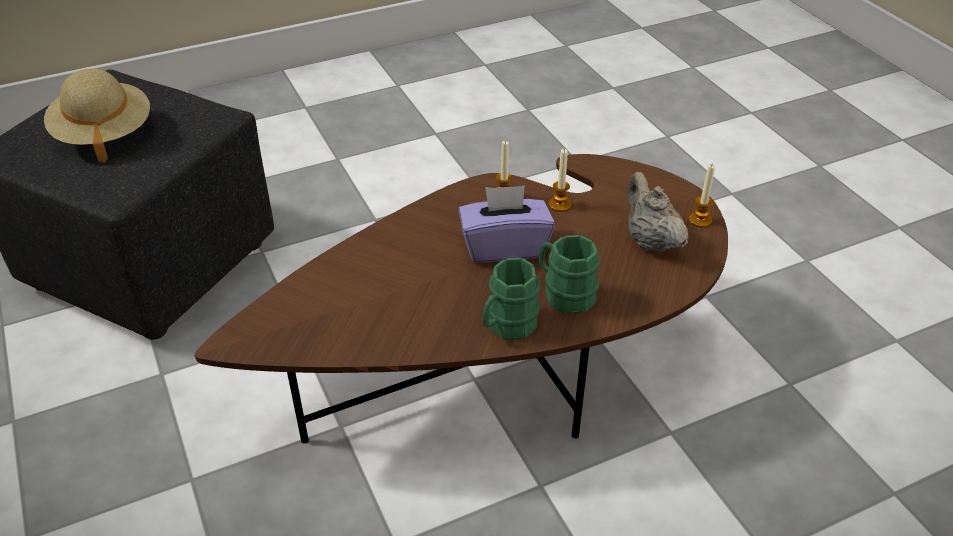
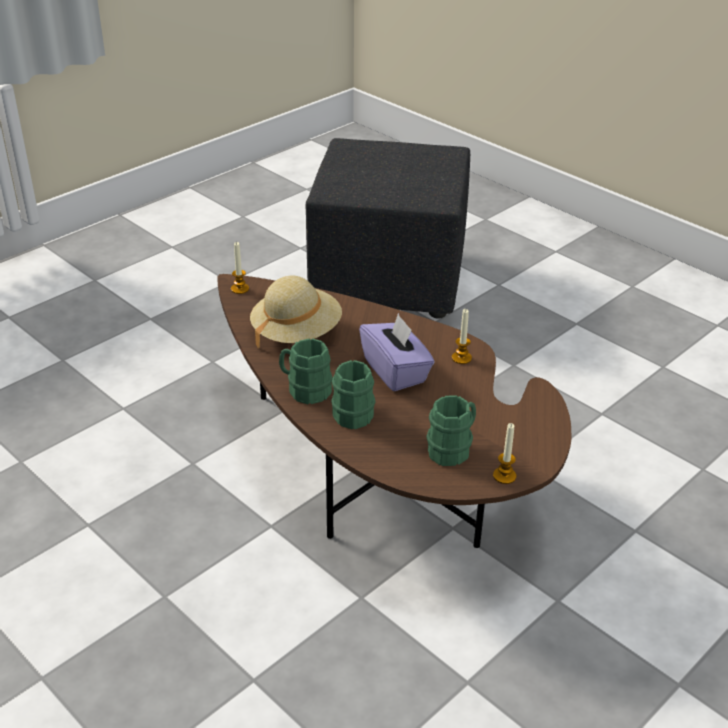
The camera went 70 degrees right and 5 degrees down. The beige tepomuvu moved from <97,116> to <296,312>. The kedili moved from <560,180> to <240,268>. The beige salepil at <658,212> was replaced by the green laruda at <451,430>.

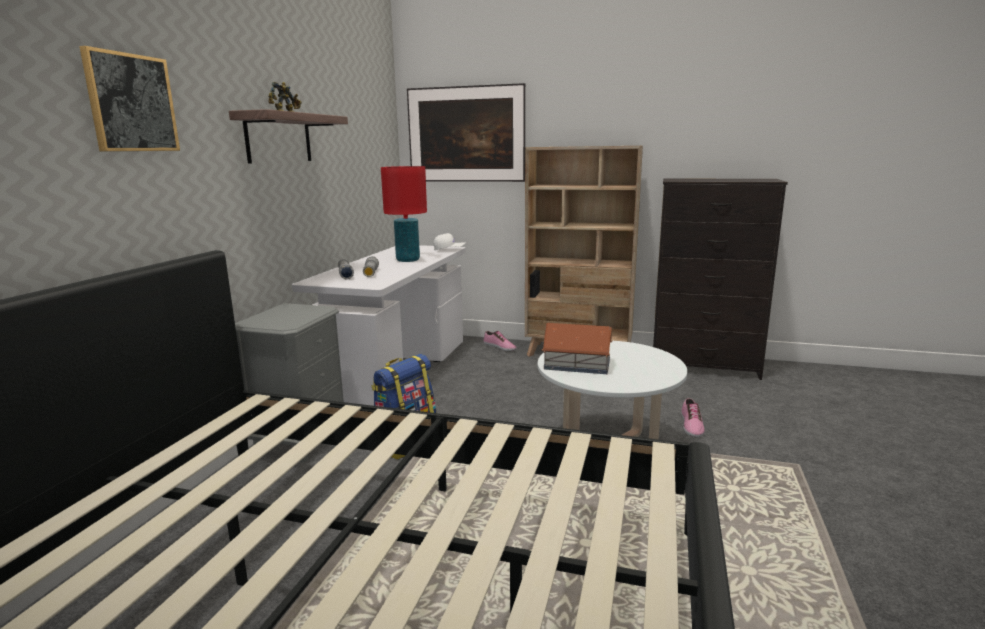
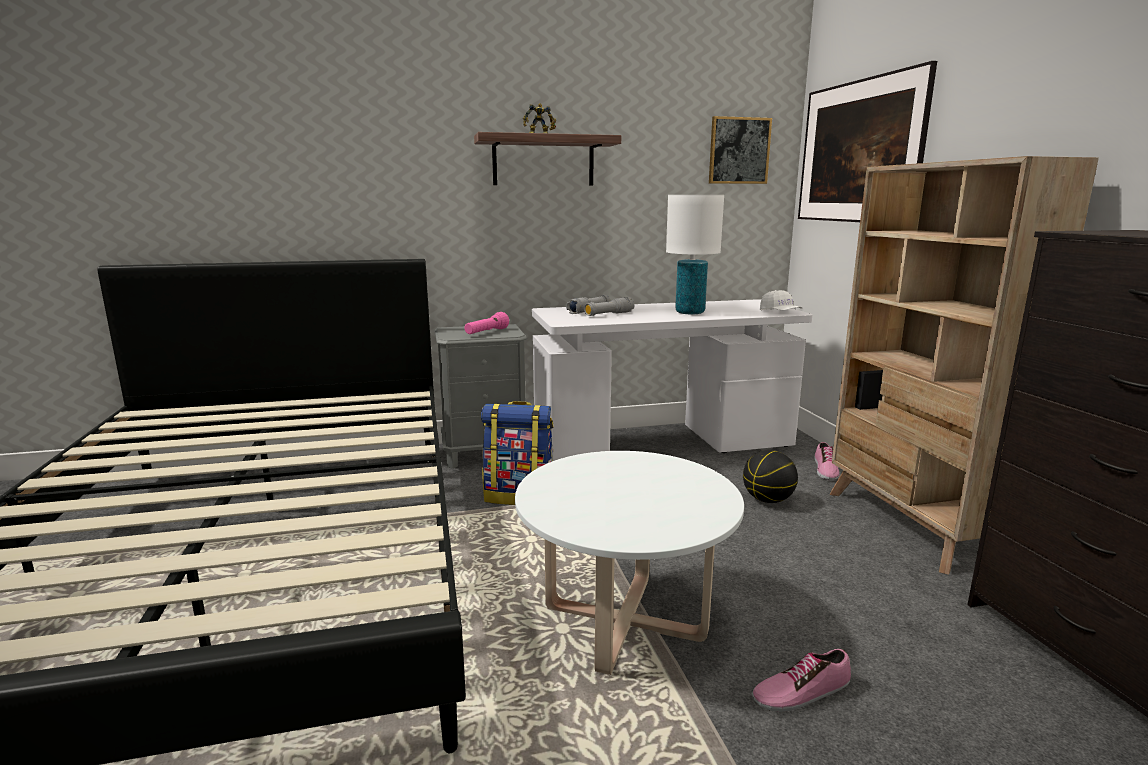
The camera went 60 degrees right and 0 degrees up. The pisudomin at <577,348> disappeared. The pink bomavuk at <486,323> appeared. The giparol at <770,476> appeared. The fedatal moved from <129,98> to <740,150>. The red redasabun at <404,214> became the white redasabun at <695,254>.

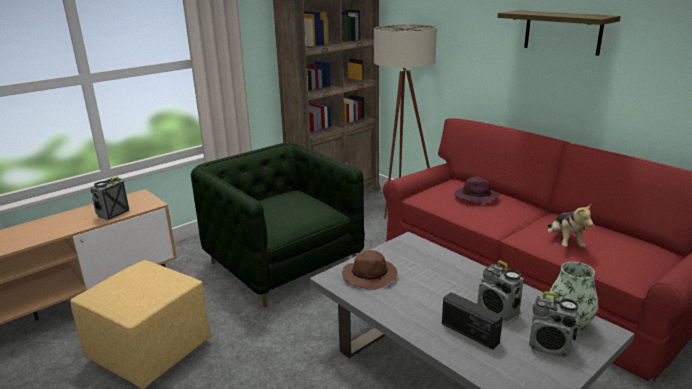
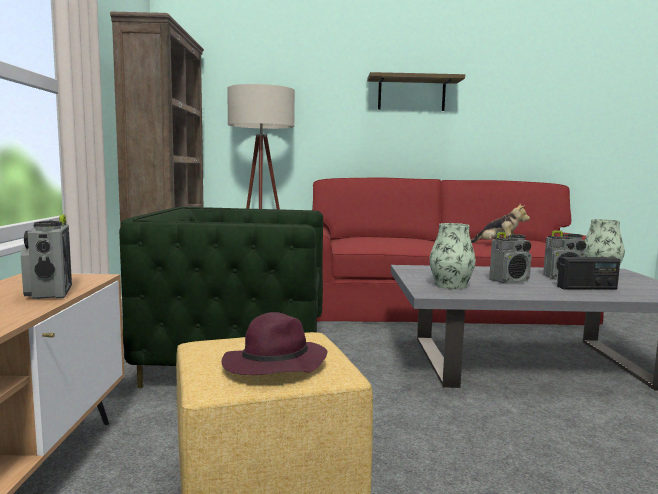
The camera went 50 degrees left and 15 degrees down. The purple tepomuvu moved from <476,190> to <274,343>. The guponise moved from <554,324> to <510,257>. The brown tepomuvu at <370,270> was replaced by the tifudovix at <452,256>.

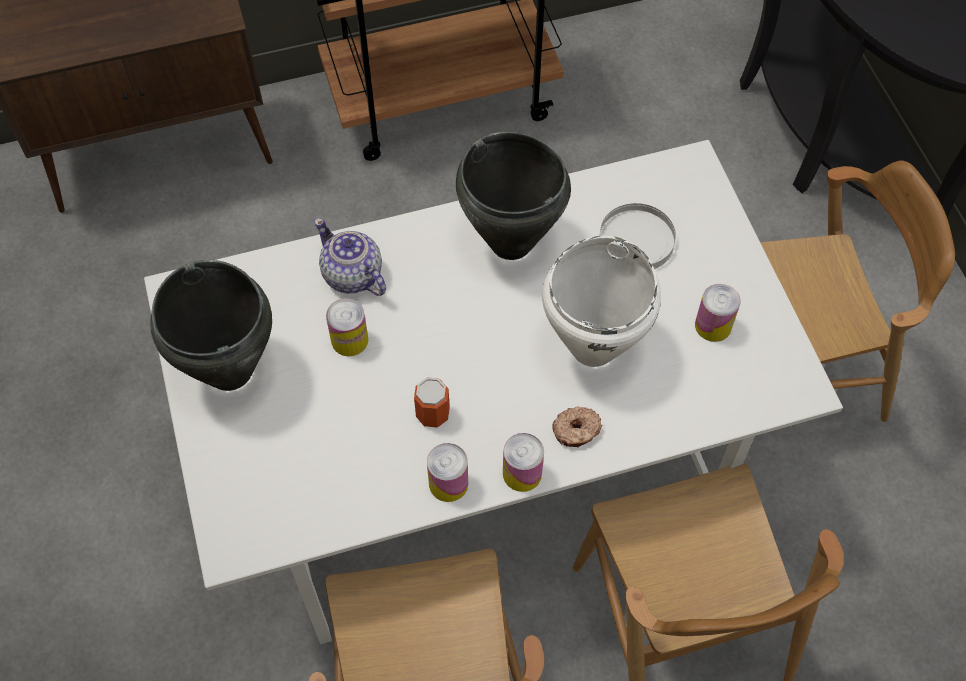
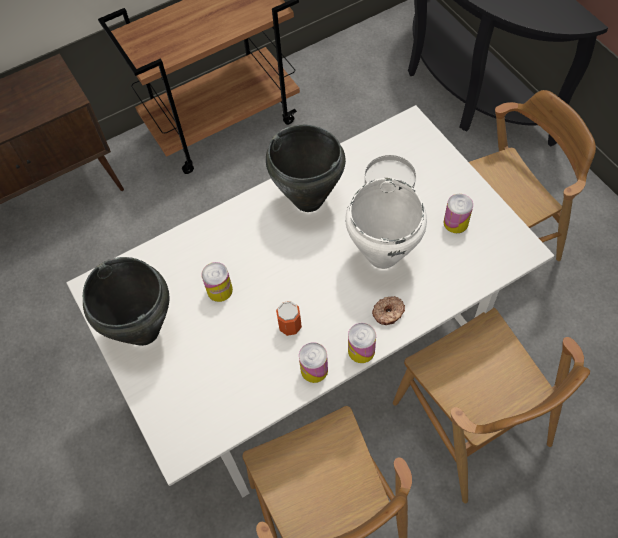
The camera went 10 degrees left and 0 degrees up. The salepil at <350,257> disappeared.

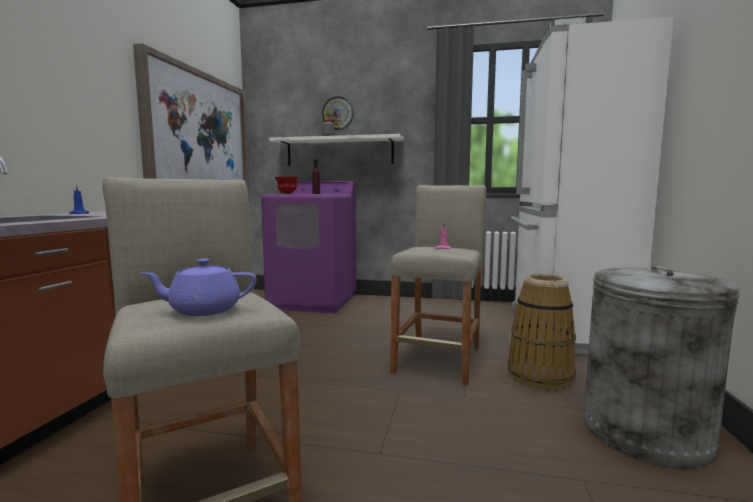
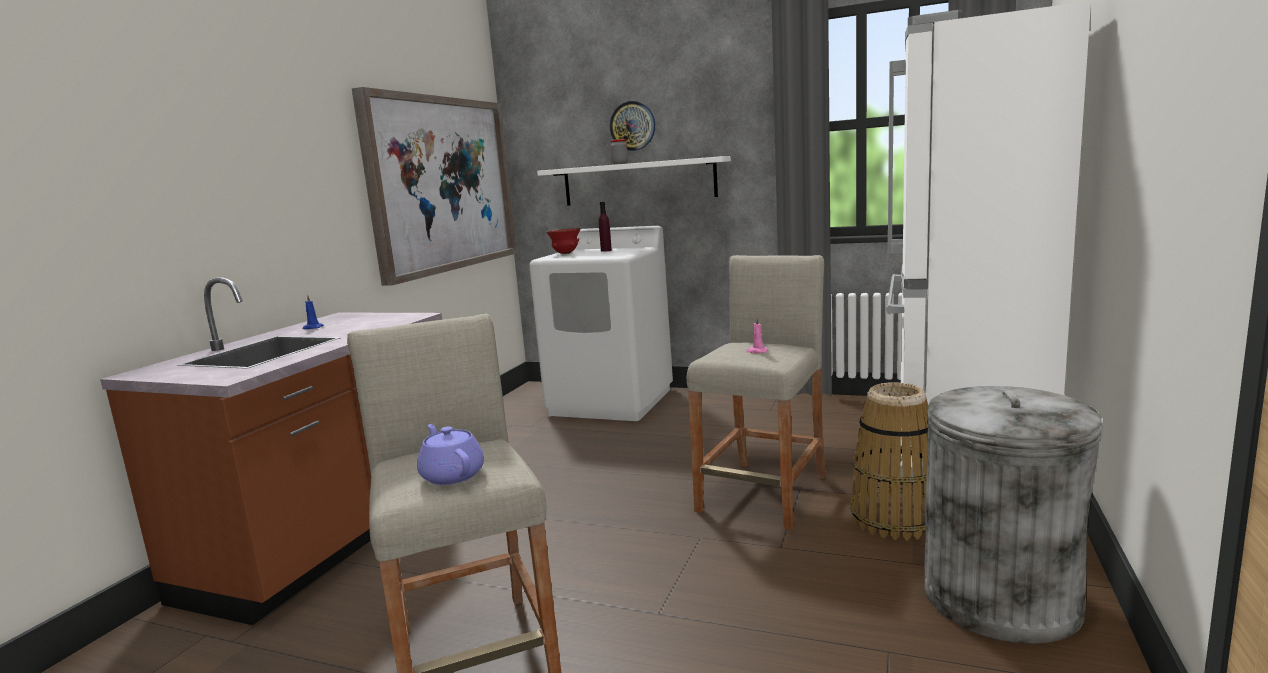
The camera went 10 degrees right and 5 degrees up. The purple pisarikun at <308,247> became the white pisarikun at <601,323>. The purple salepil at <199,287> turned 60 degrees clockwise.

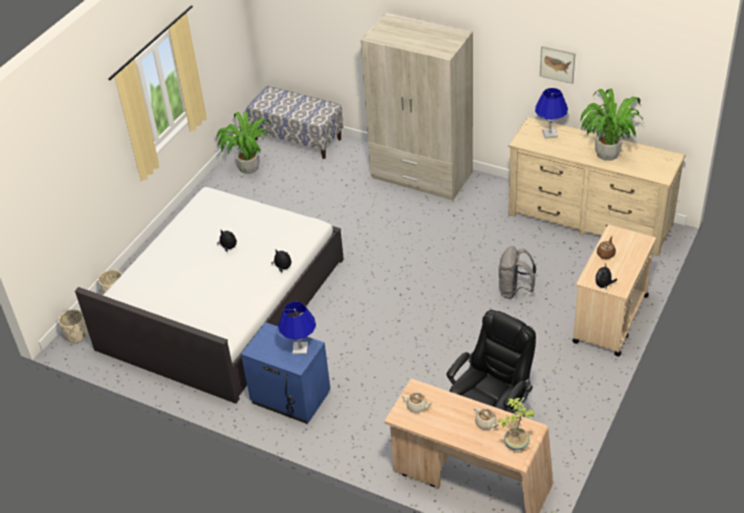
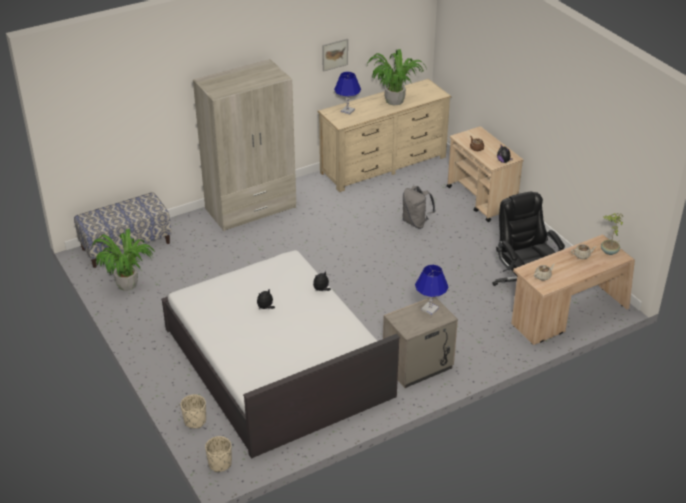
The camera went 60 degrees left and 5 degrees down. The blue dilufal at <286,373> became the beige dilufal at <420,342>.

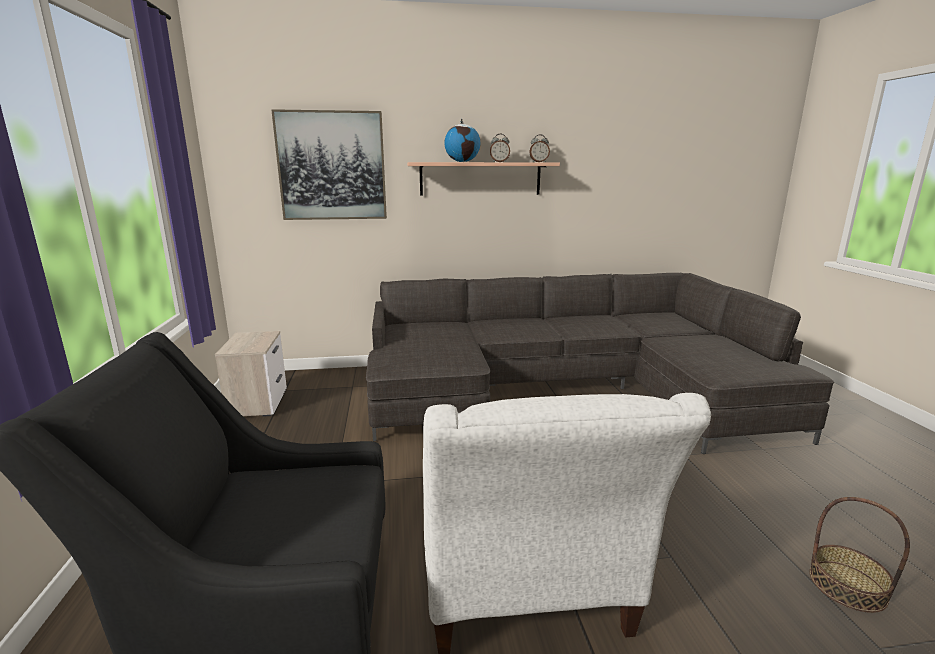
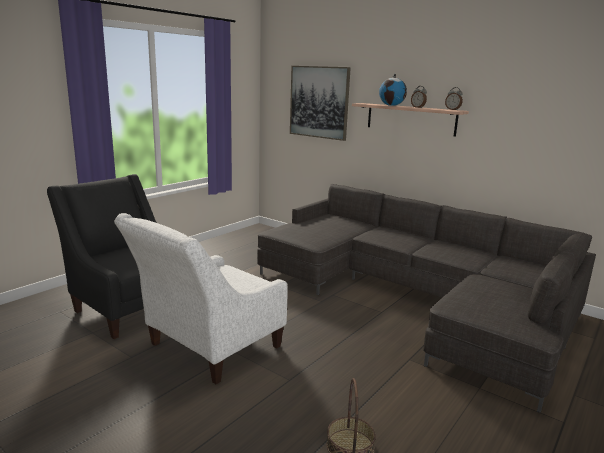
The camera went 45 degrees right and 0 degrees up. The dilufal at <251,374> disappeared.

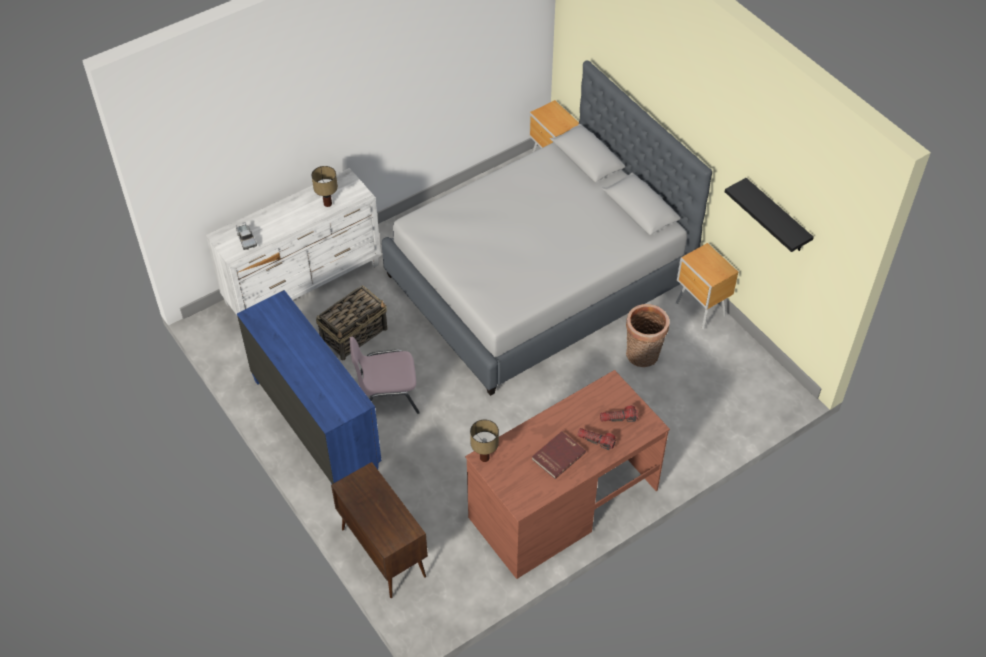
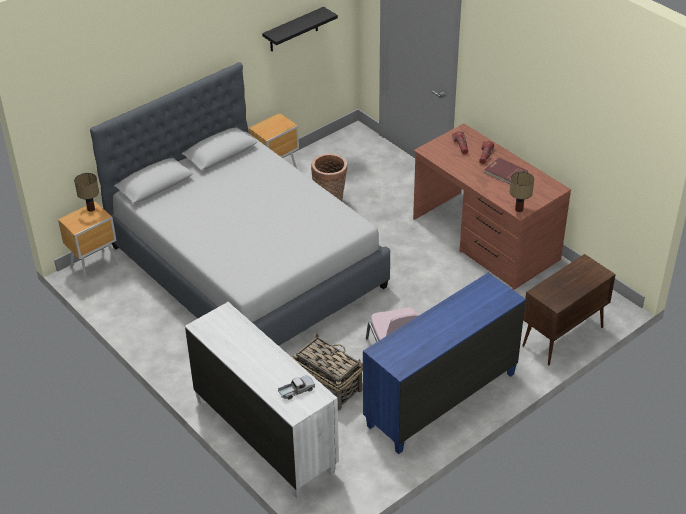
The camera went 95 degrees left and 10 degrees down. The redasabun moved from <325,186> to <86,192>.

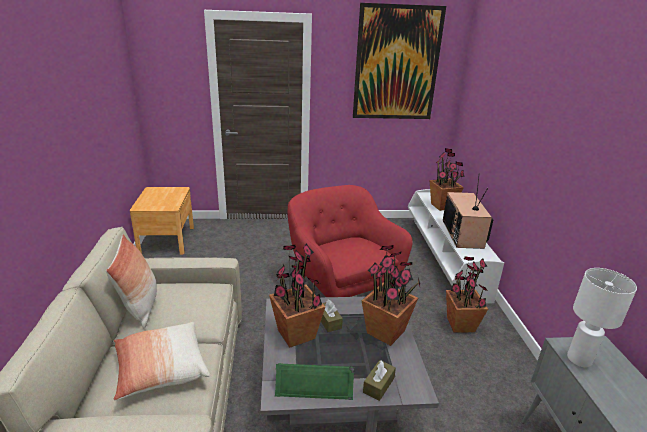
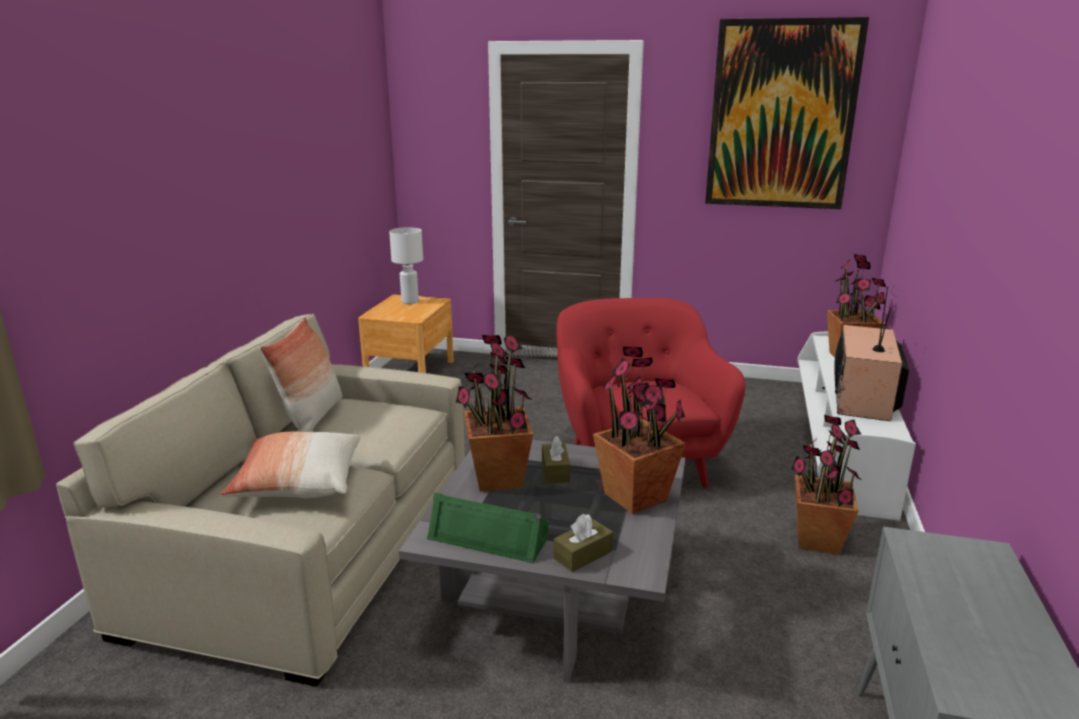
The camera went 20 degrees right and 5 degrees down. The white redasabun moved from <602,317> to <406,265>.

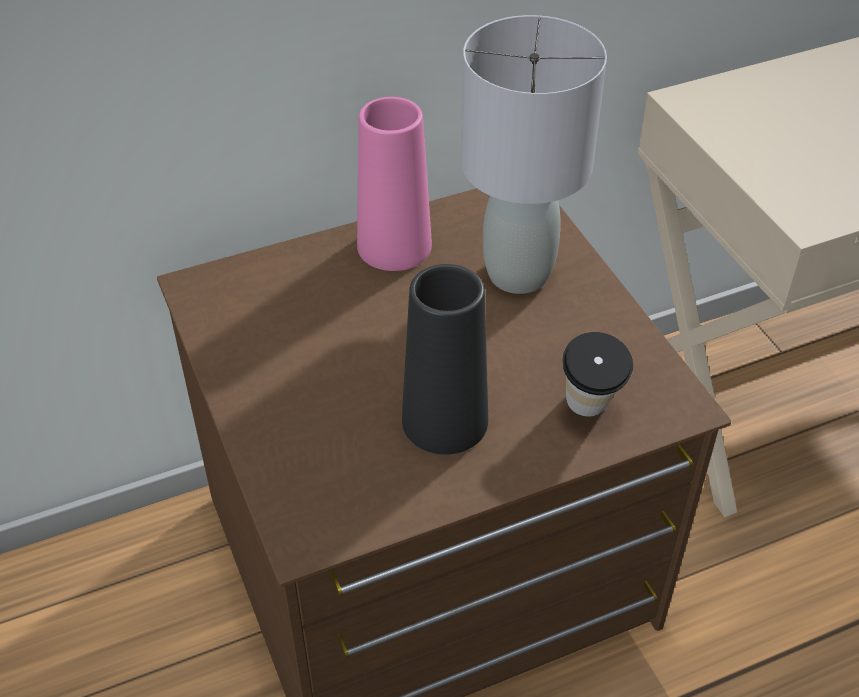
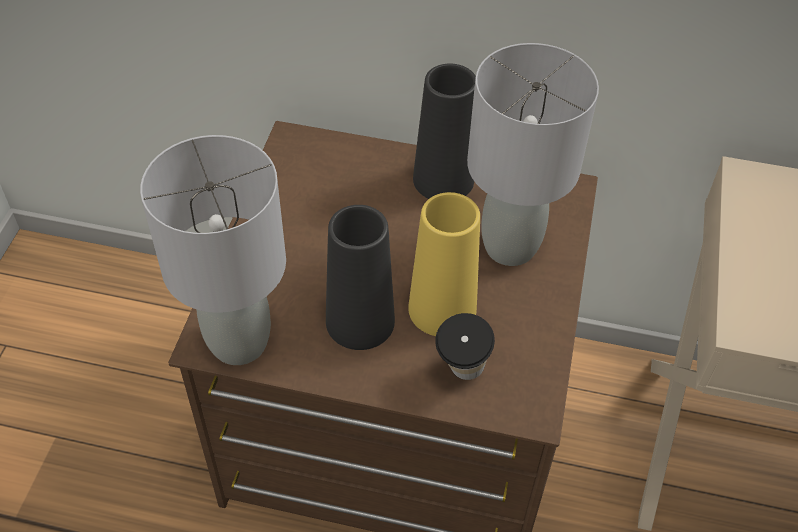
The camera went 35 degrees right and 5 degrees up. The grey redasabun at <213,250> appeared. The yellow tifudovix at <444,264> appeared. The pink tifudovix at <394,184> became the black tifudovix at <444,131>.

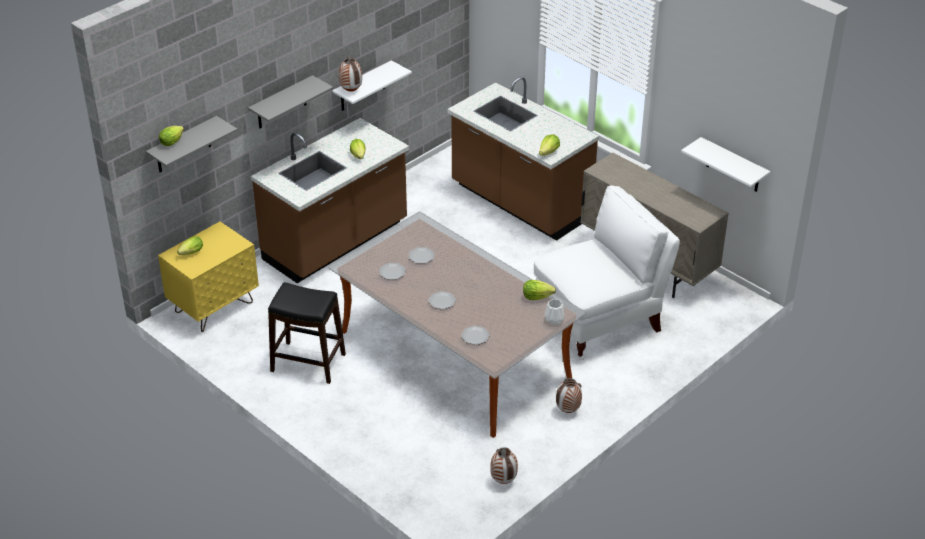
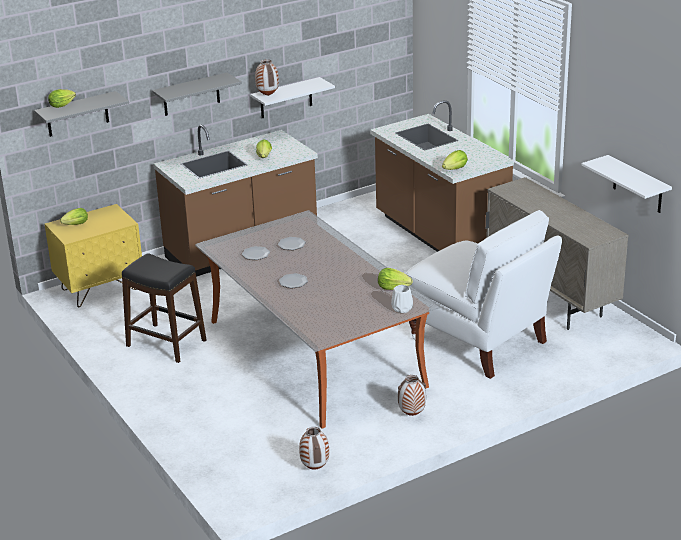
The camera went 15 degrees right and 10 degrees down. The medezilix at <475,335> disappeared. The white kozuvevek at <606,273> turned 60 degrees clockwise.

